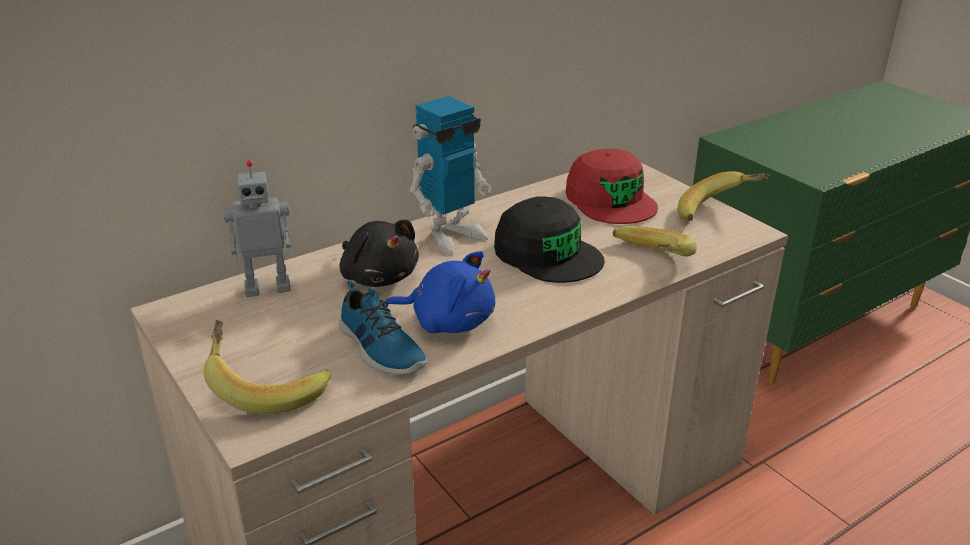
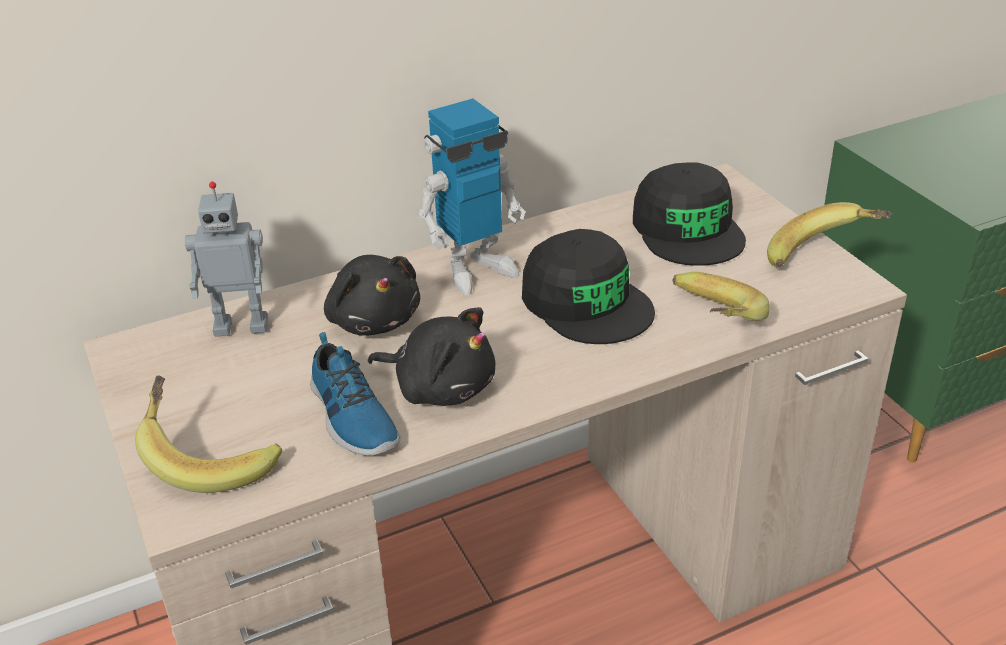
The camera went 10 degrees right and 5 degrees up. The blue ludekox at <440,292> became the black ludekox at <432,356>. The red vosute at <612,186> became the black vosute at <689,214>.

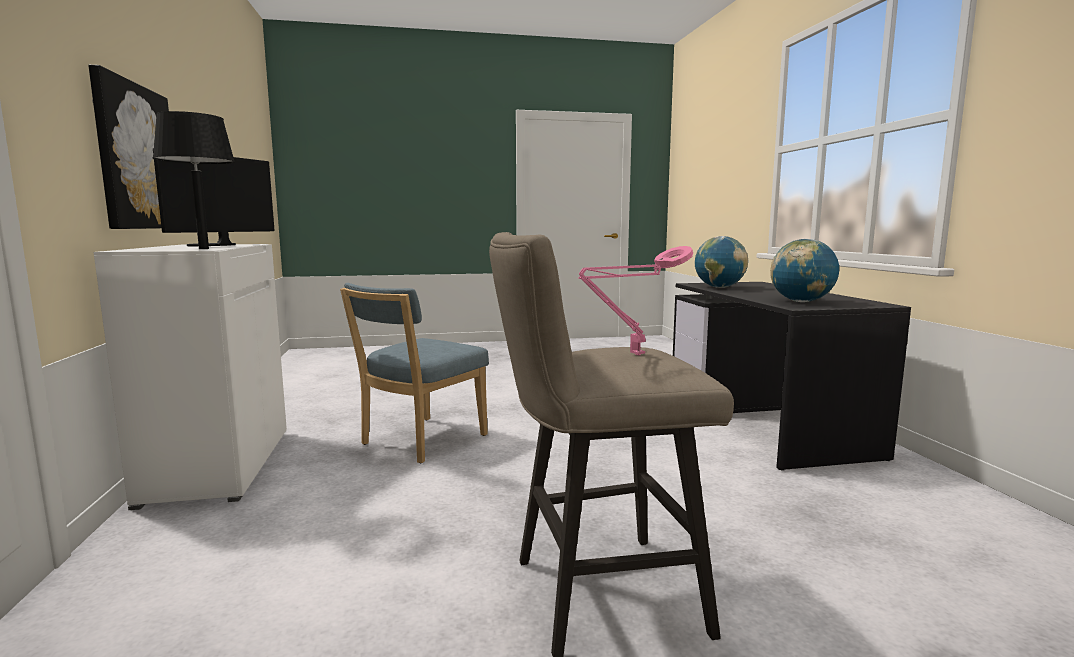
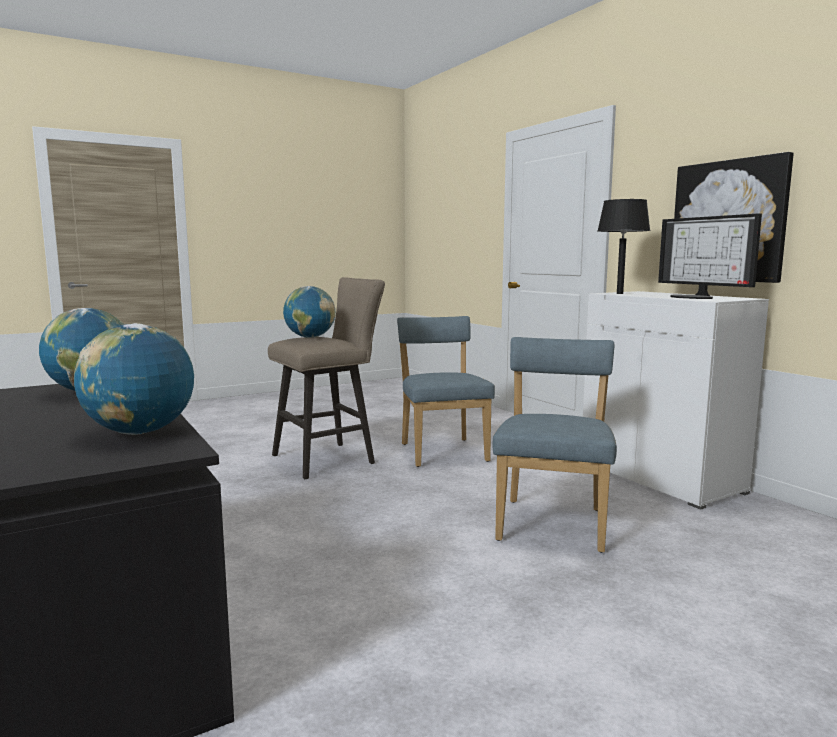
The camera went 160 degrees right and 0 degrees up. The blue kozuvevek at <446,391> appeared. The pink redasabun at <636,301> was replaced by the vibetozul at <309,312>. The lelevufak at <214,197> turned 150 degrees clockwise.

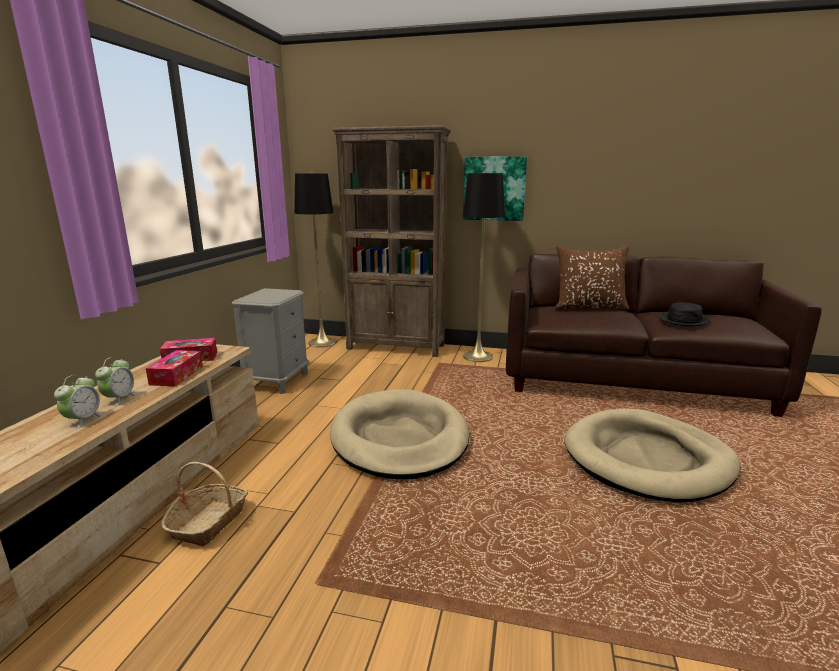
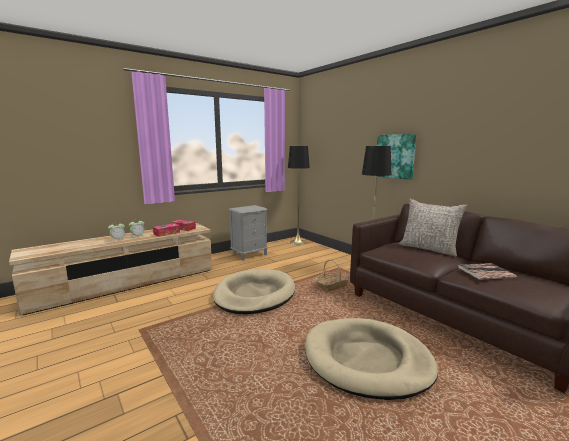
The camera went 40 degrees right and 5 degrees down. The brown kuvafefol at <391,241> disappeared. The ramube moved from <204,504> to <332,275>. The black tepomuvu at <685,314> was replaced by the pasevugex at <487,271>. The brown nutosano at <592,278> became the grey nutosano at <433,227>.

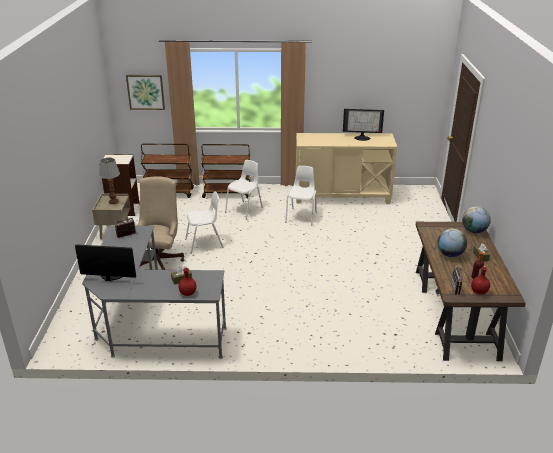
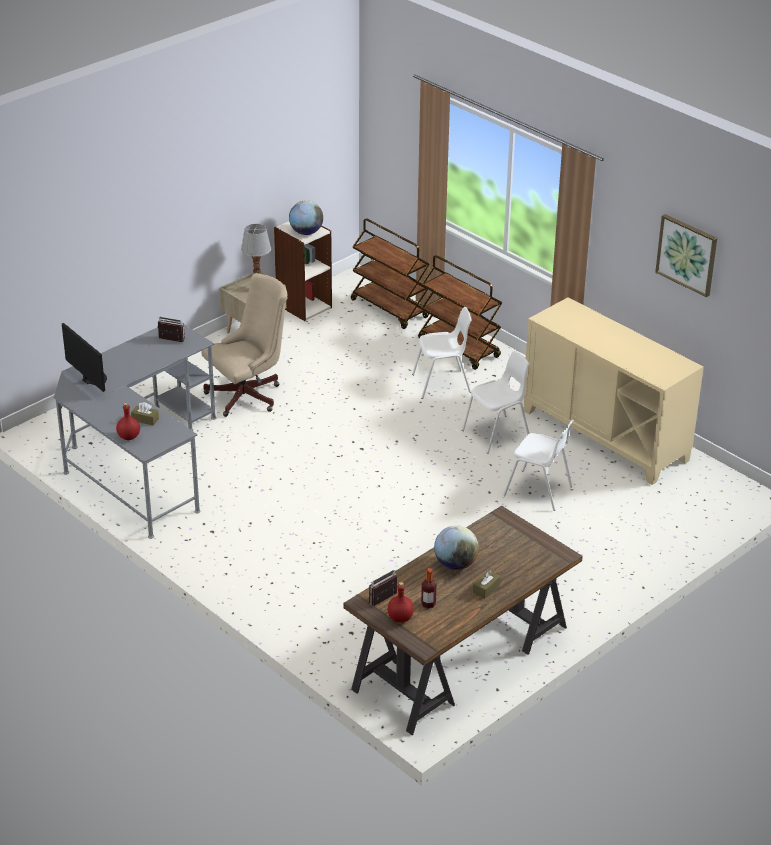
The camera went 45 degrees right and 5 degrees up. The lelevufak at <363,125> disappeared. The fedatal moved from <145,92> to <686,255>. The white kozuvevek moved from <204,222> to <538,465>. The vibetozul moved from <476,219> to <306,218>.

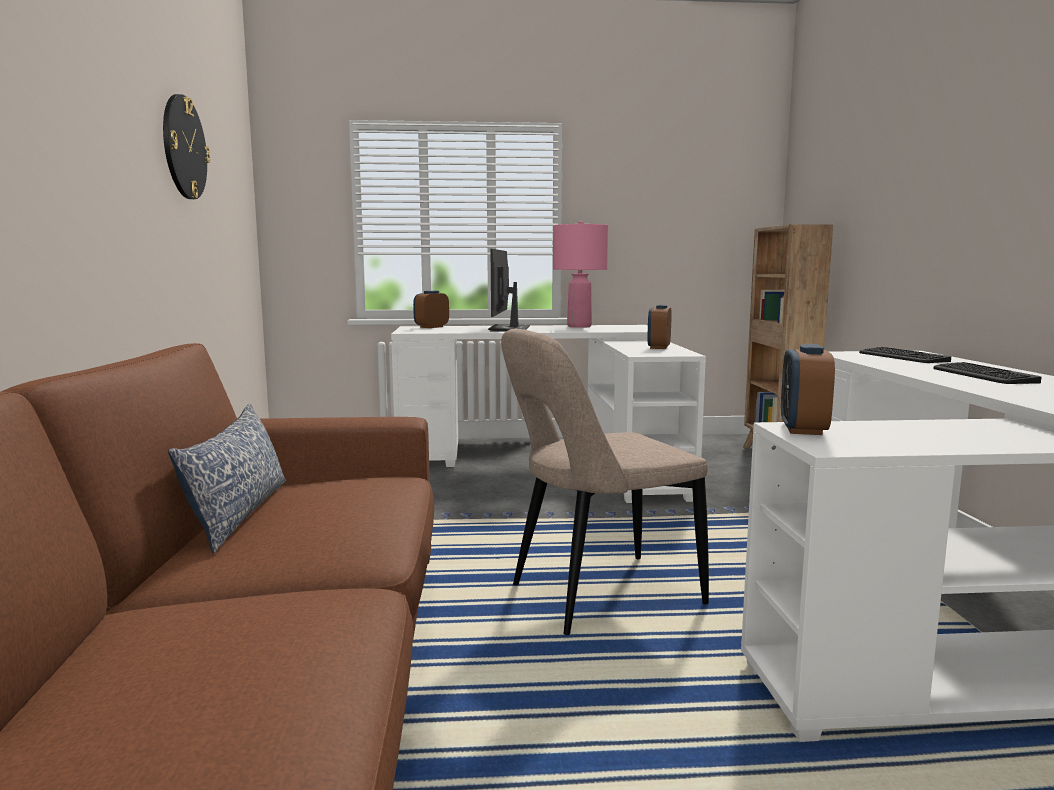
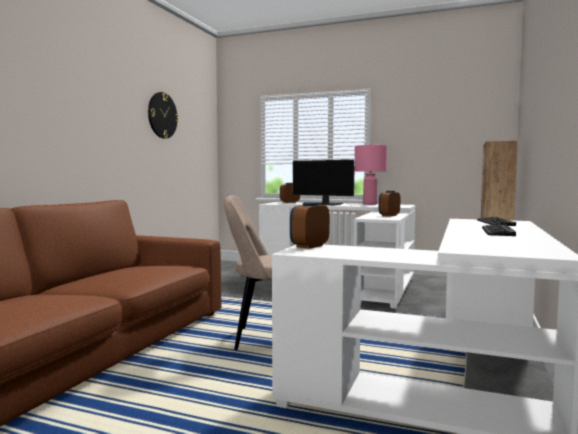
The camera went 25 degrees right and 5 degrees down. The nutosano at <227,478> disappeared. The lelevufak at <509,290> turned 90 degrees counterclockwise.

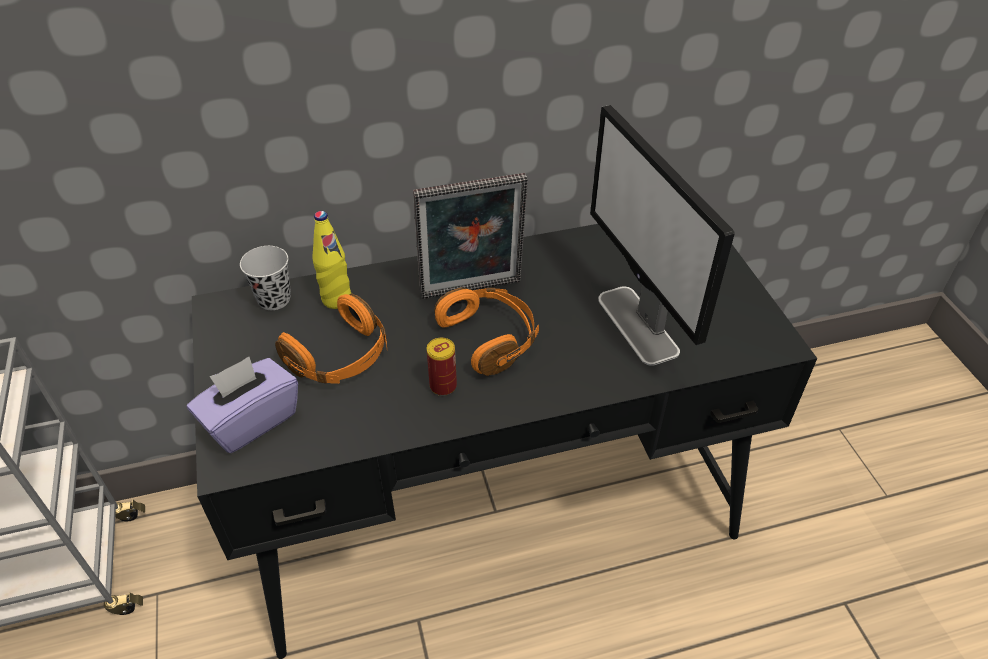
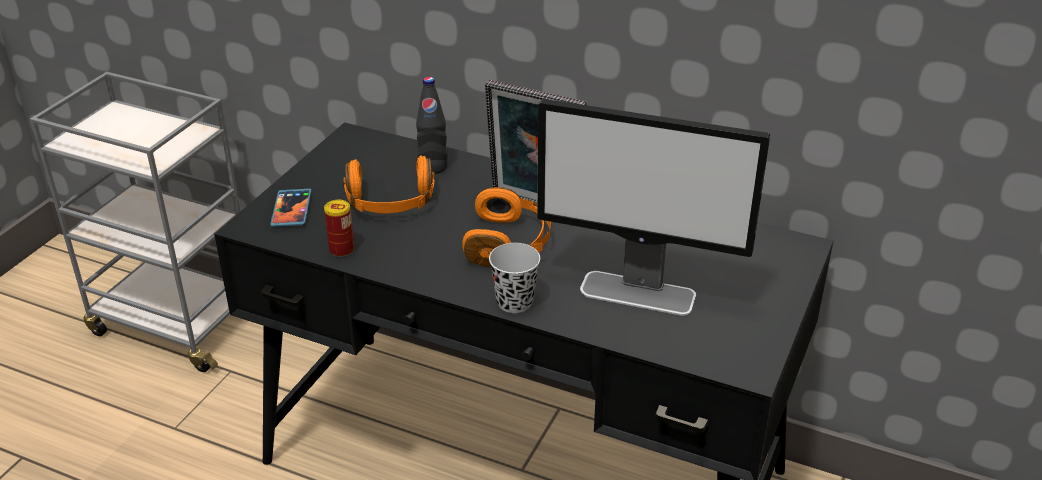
The camera went 40 degrees right and 10 degrees down. The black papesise moved from <265,278> to <514,278>. The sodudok moved from <442,367> to <339,228>. The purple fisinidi at <242,405> was replaced by the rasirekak at <290,208>. The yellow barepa at <331,260> became the black barepa at <431,125>. The lelevufak at <662,235> turned 90 degrees counterclockwise.

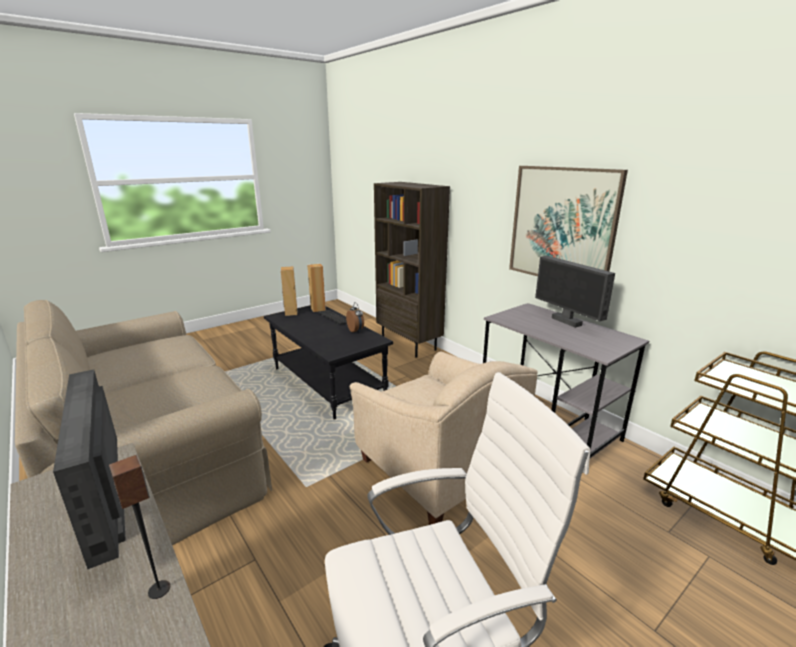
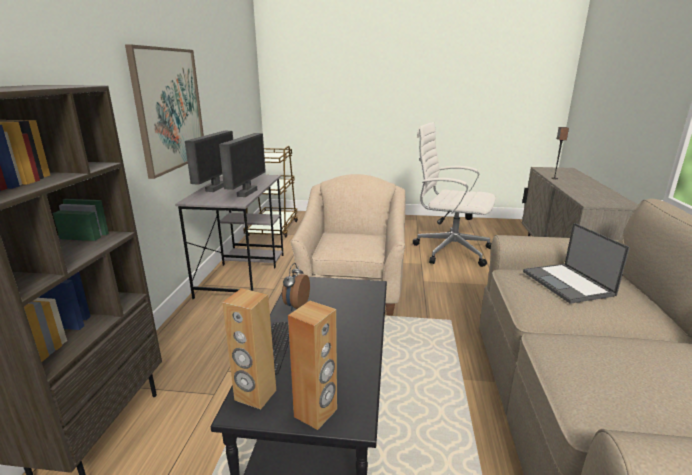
The camera went 135 degrees left and 0 degrees up. The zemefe at <576,263> appeared. The lelevufak moved from <89,469> to <242,165>.

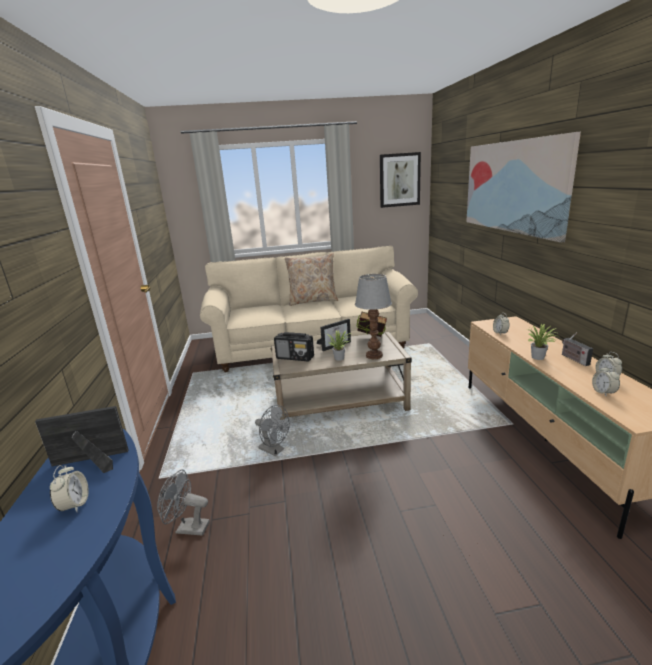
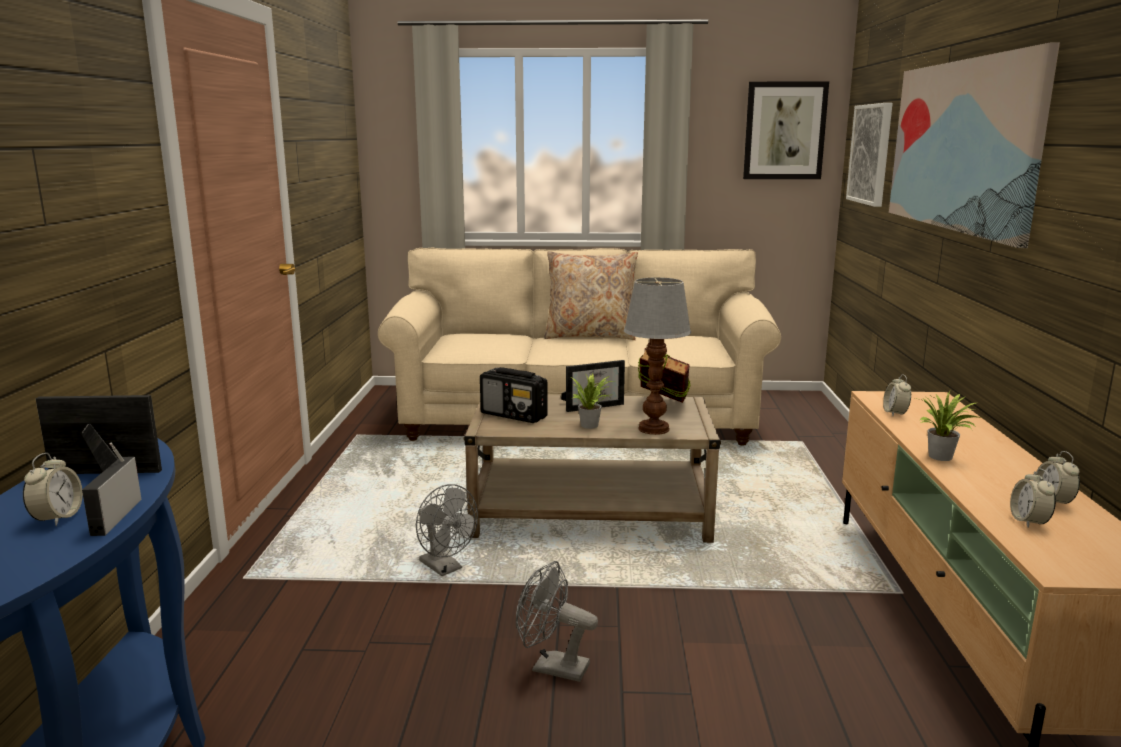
The camera went 10 degrees right and 5 degrees down. The fedatal at <869,155> appeared. The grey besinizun moved from <183,503> to <557,621>. The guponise moved from <577,349> to <112,489>.

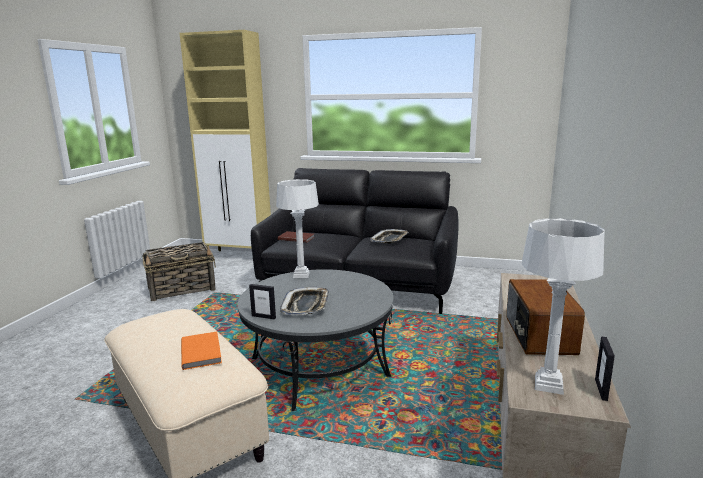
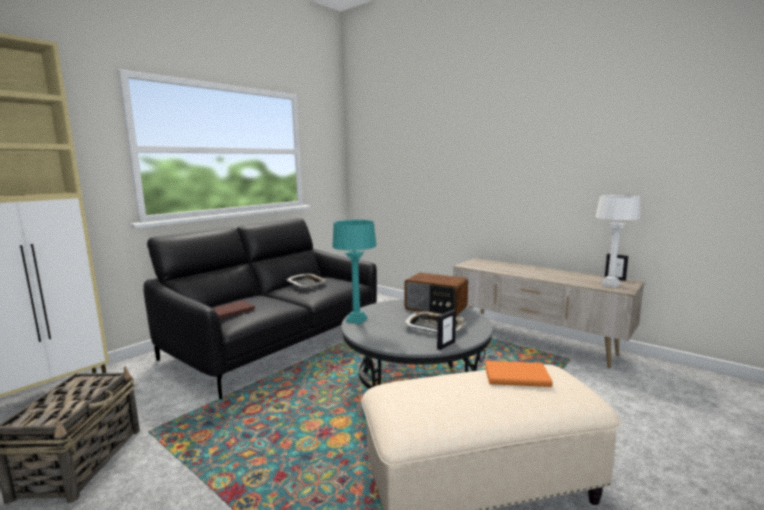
The camera went 65 degrees left and 5 degrees down. The guponise moved from <545,317> to <436,295>. The white redasabun at <297,228> became the turquoise redasabun at <355,272>.

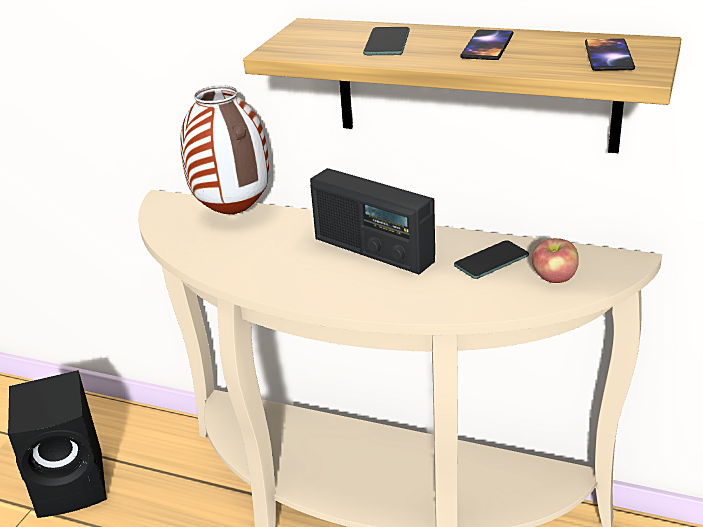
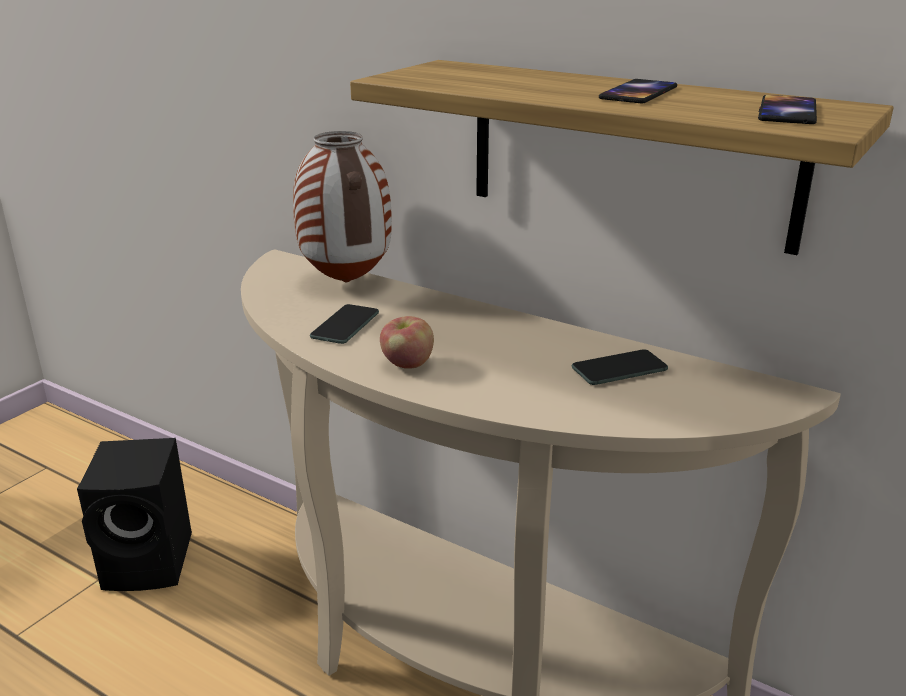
The camera went 10 degrees right and 5 degrees down. The guponise at <372,221> disappeared. The rasirekak moved from <386,41> to <344,324>. The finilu moved from <555,260> to <407,342>.

